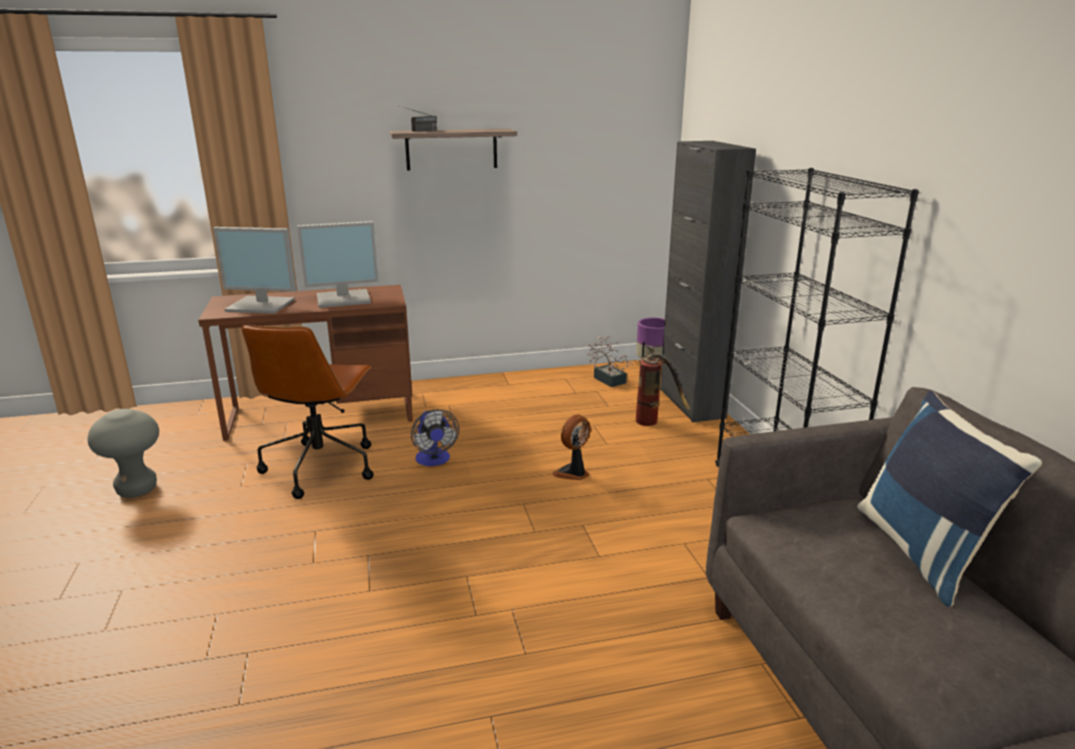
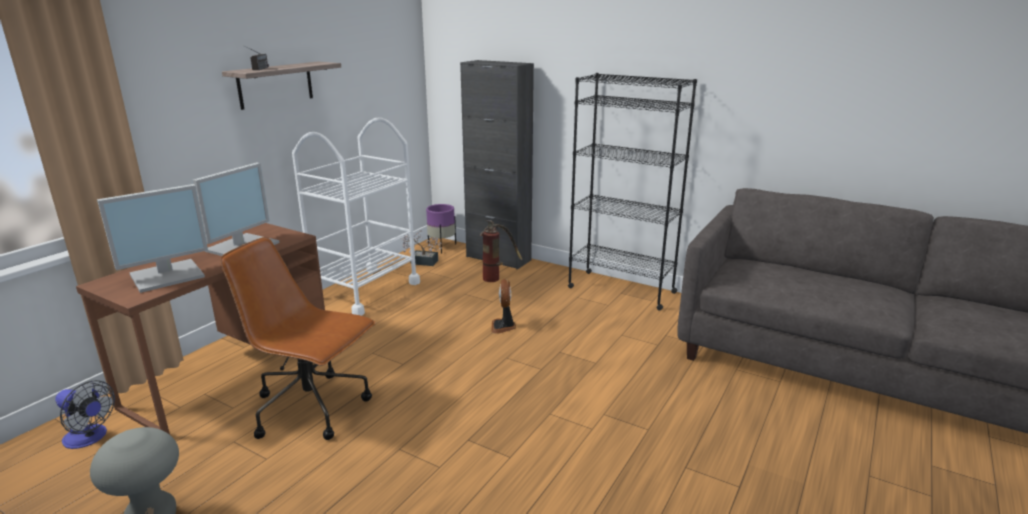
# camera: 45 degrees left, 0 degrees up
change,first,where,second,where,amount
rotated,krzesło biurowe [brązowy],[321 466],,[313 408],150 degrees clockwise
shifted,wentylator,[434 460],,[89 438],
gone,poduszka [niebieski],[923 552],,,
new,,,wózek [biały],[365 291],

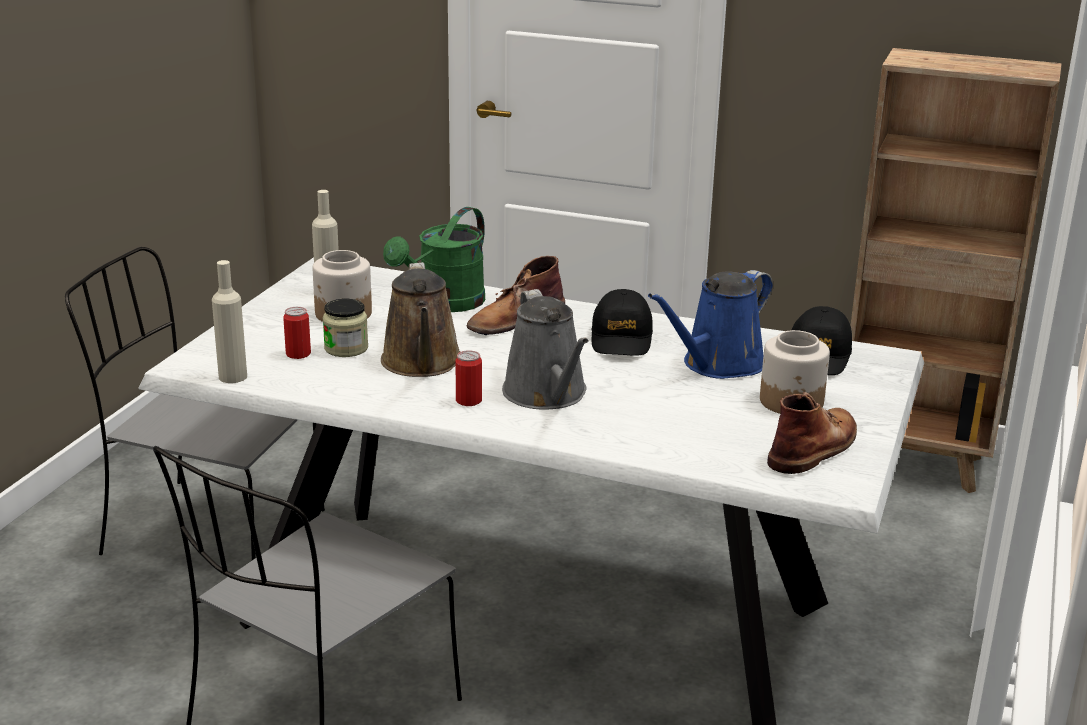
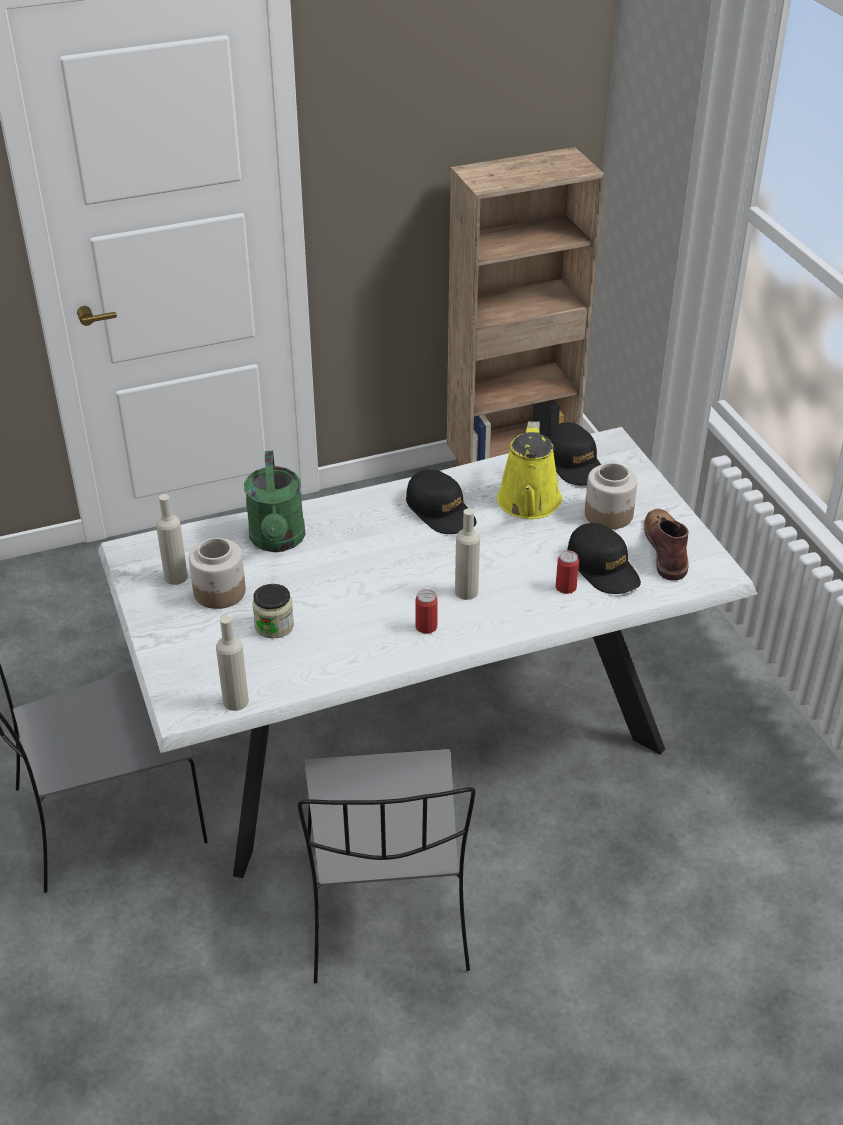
# camera: 40 degrees left, 15 degrees up
change,first,where,second,where,amount
shifted,puszka,[298 354],,[565 587],
gone,konewka [brązowy],[422 363],,,
gone,but z cholewką [brązowy],[514 319],,,
swapped,konewka [szary],[547 395],butelka [beżowy],[466 592],
repainted,konewka [niebieski],[718 365],konewka [żółty],[529 504],
new,,,czapka z daszkiem [czarny],[603 568],

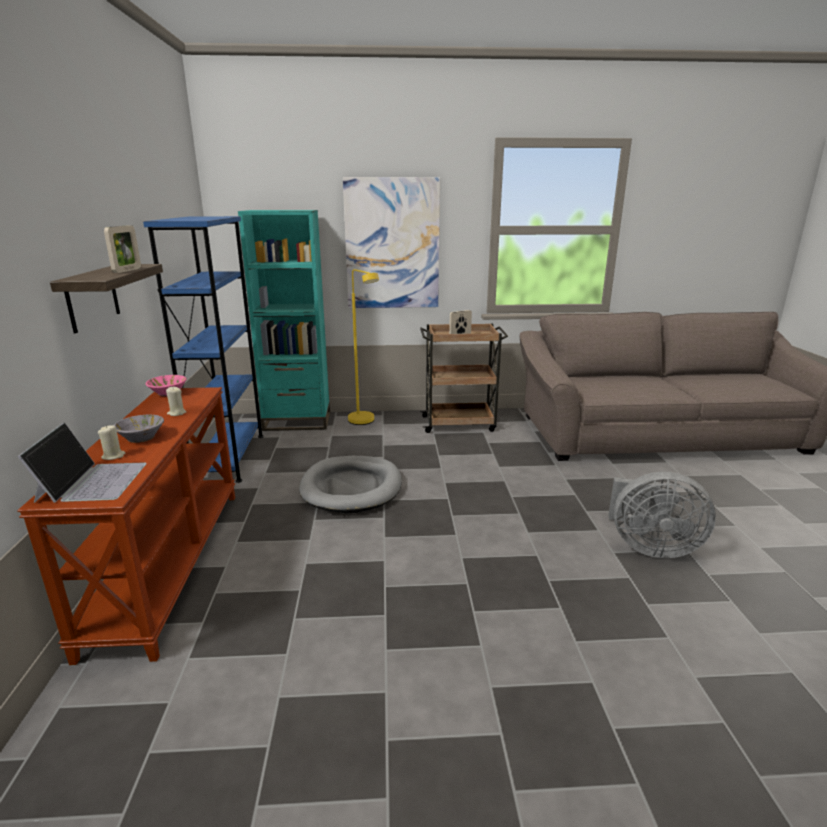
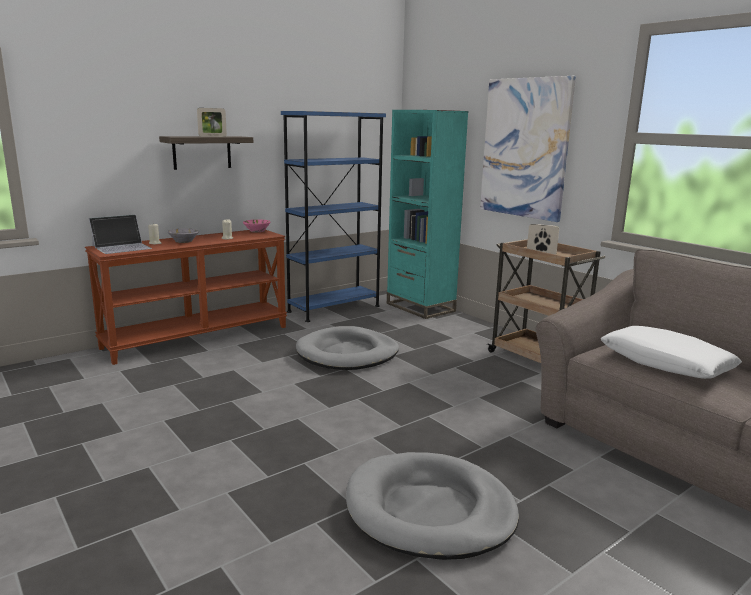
# camera: 55 degrees right, 5 degrees down
change,first,where,second,where,amount
gone,lampa stojąca [żółty],[364 422],,,
swapped,wentylator [szary],[650 546],legowisko [szary],[429 510],
new,,,poduszka [biały],[665 363],

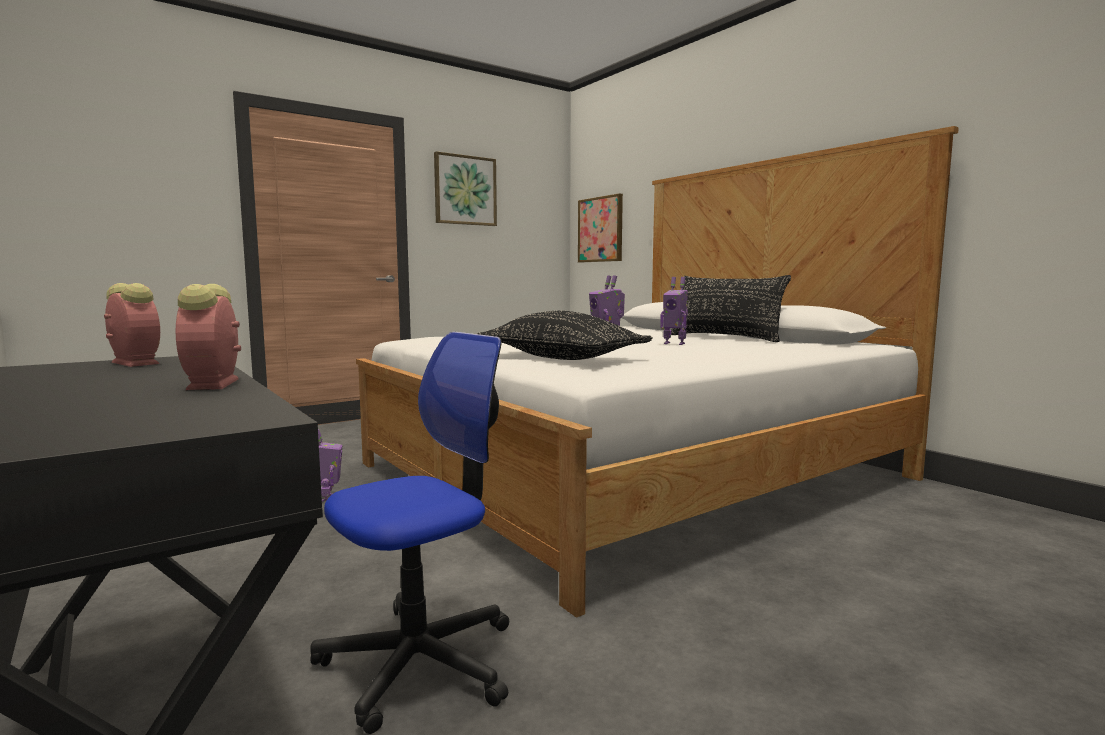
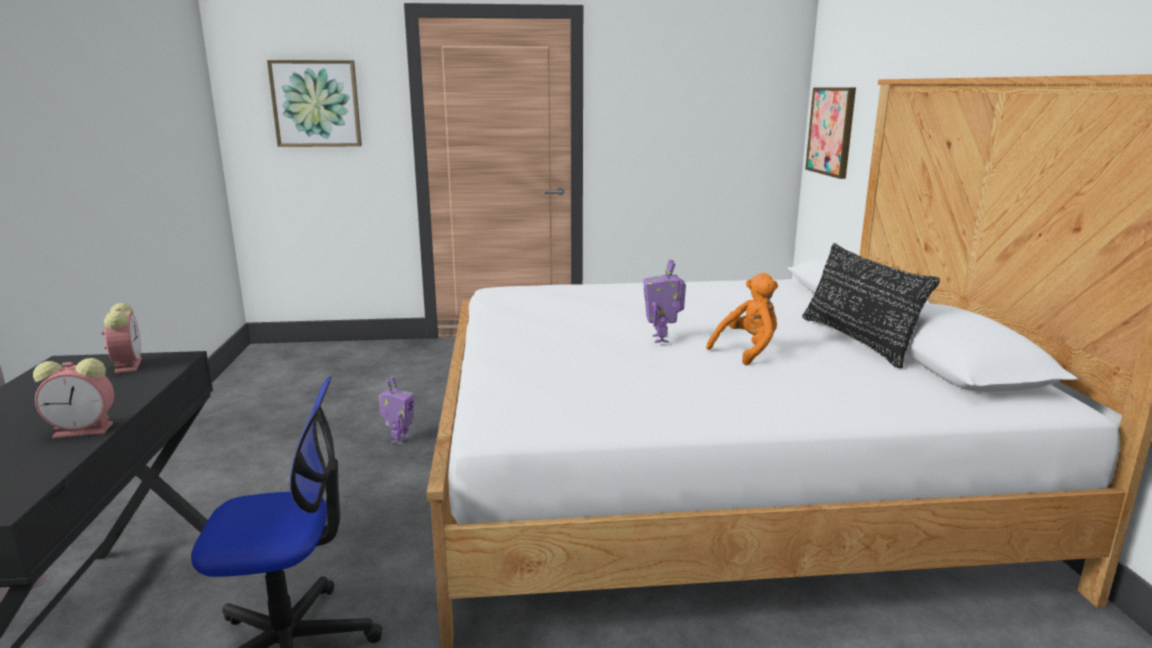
# camera: 30 degrees right, 10 degrees up
change,first,where,second,where,amount
rotated,budzik,[213 384],,[86 429],120 degrees counterclockwise
shifted,obraz,[465 190],,[316 103],
gone,poduszka [czarny],[561 358],,,
swapped,robot zabawkowy,[674 343],pluszak [pomarańczowy],[747 350],

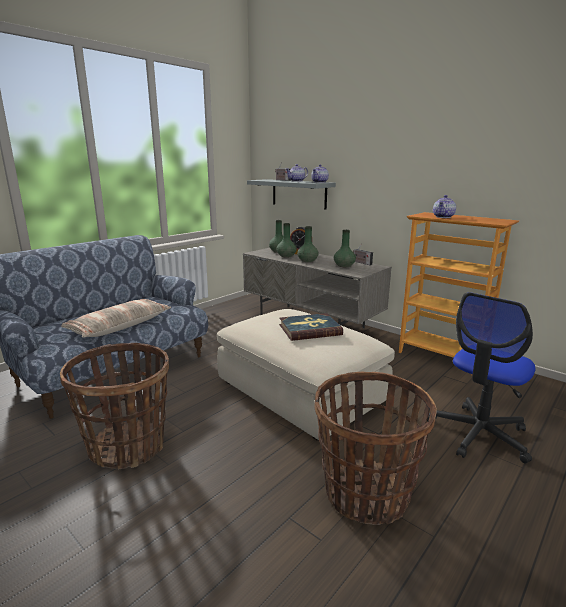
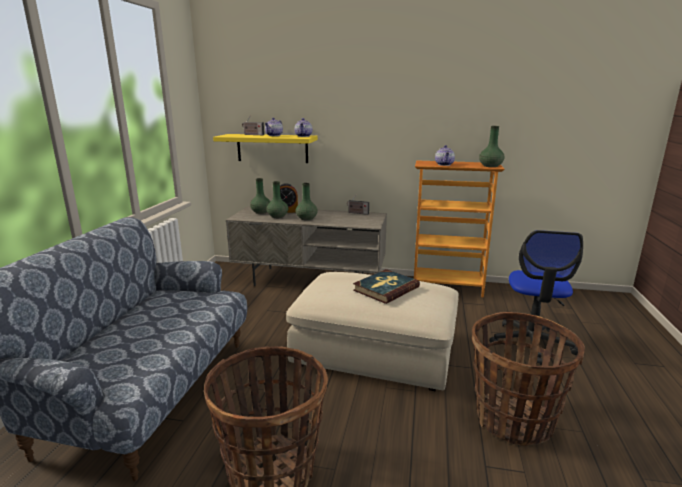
# camera: 30 degrees left, 0 degrees up
change,first,where,second,where,amount
gone,poduszka,[119 326],,,
repainted,półka [szary],[299 193],półka [żółty],[272 148],
shifted,wazon [zielony],[344 265],,[490 166],

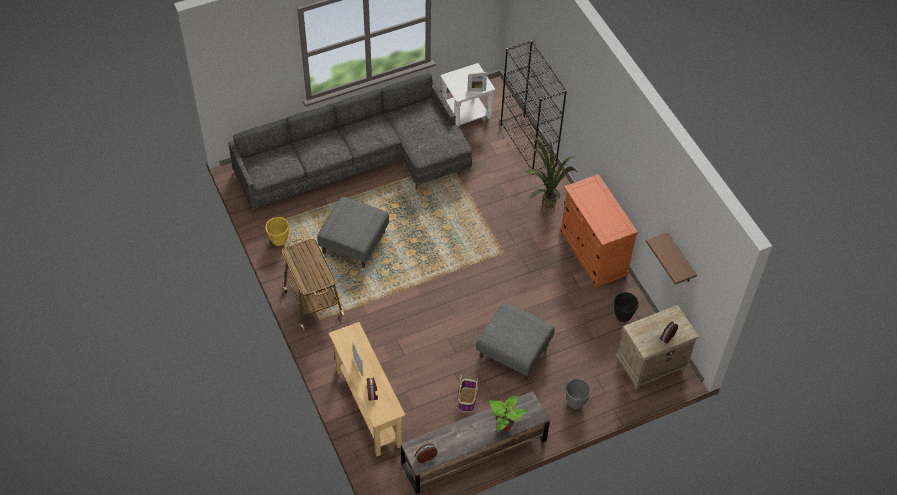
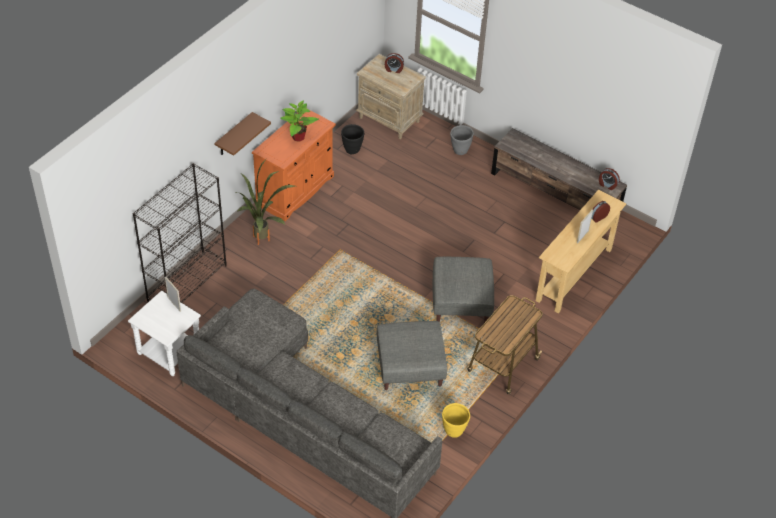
# camera: 120 degrees left, 5 degrees down
change,first,where,second,where,amount
gone,koszyk,[467 400],,,
shifted,pufa [szary],[513 351],,[461 302],
shifted,roślina doniczkowa,[504 425],,[298 137],
shifted,półka [brązowy],[680 259],,[234 135],

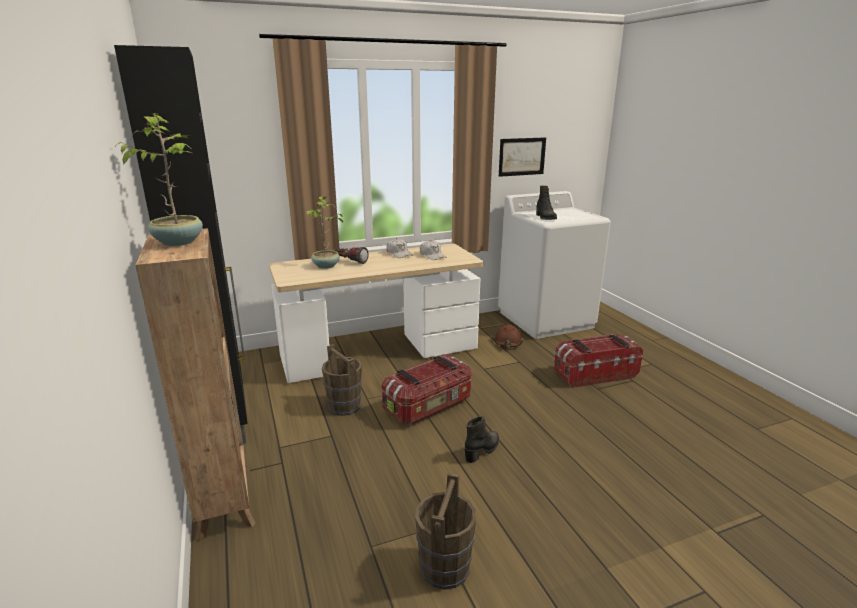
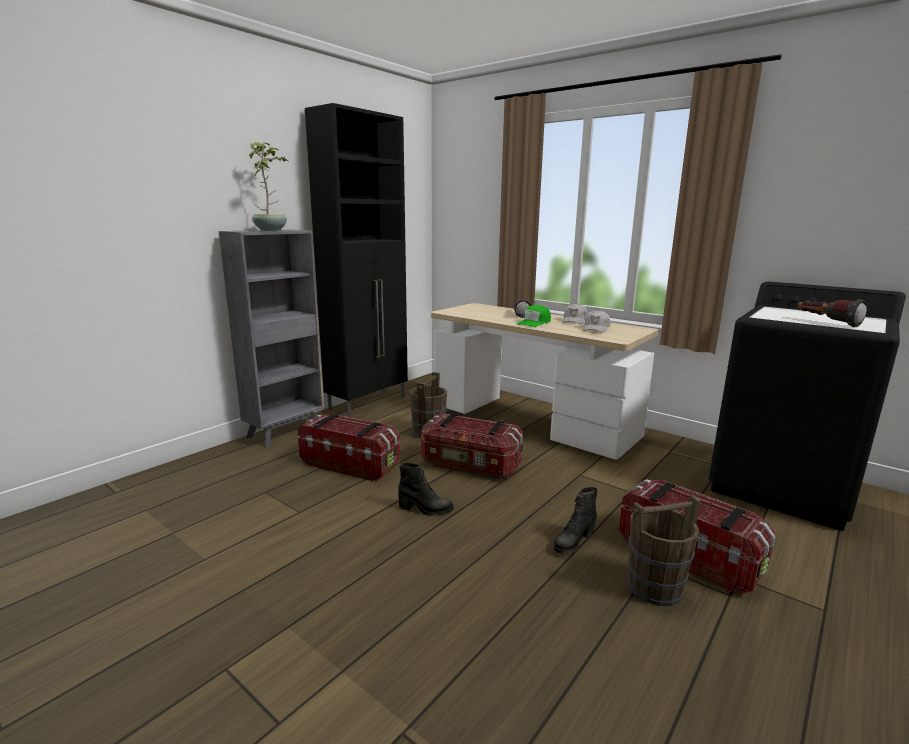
# camera: 60 degrees right, 5 degrees down
change,first,where,second,where,amount
repainted,regał [brązowy],[225 500],regał [szary],[286 432],
gone,roślina doniczkowa,[326 266],,,
shifted,wiadro [brązowy],[444 568],,[654 587],
gone,kask [brązowy],[508 342],,,
repainted,pralka [biały],[546 319],pralka [czarny],[783 487],
gone,obraz,[522 156],,,
shifted,but z cholewką [czarny],[545 218],,[573 542],
new,,,pojemnik do przechowywania,[351 464],
new,,,czapka z daszkiem [zielony],[534 323],
new,,,latarka,[826 322],

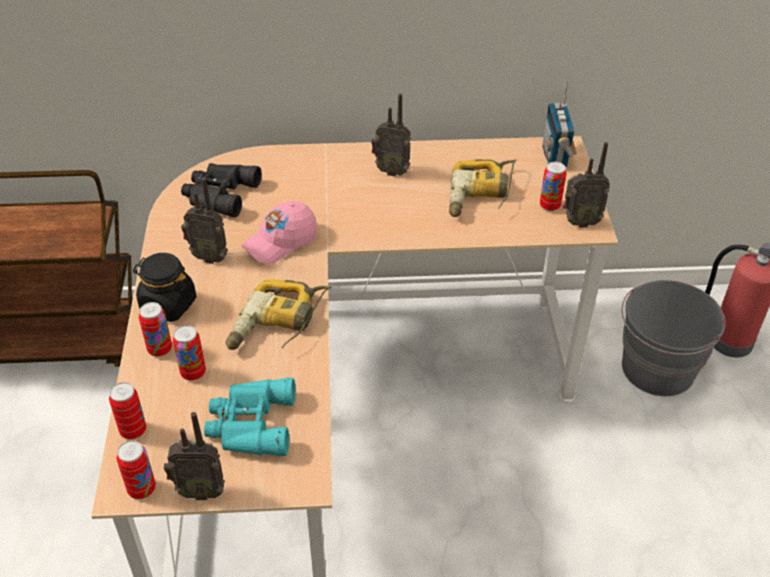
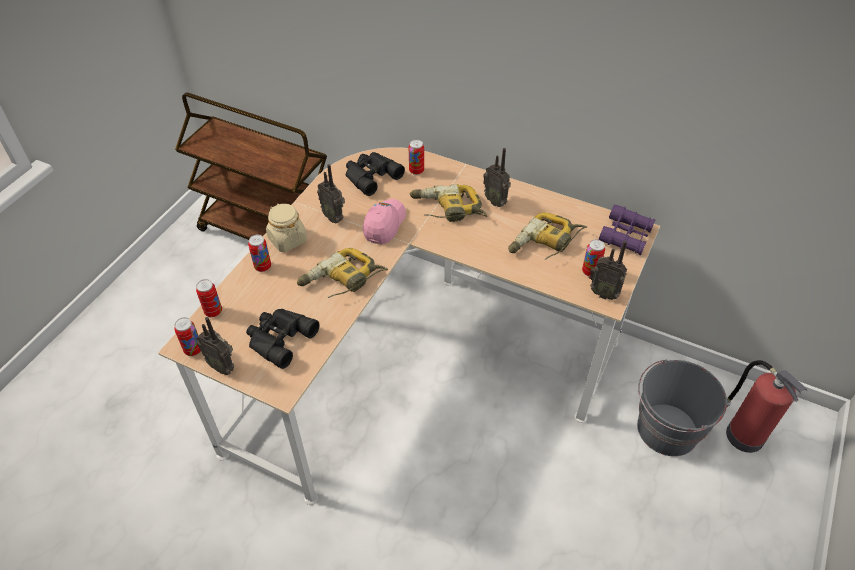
# camera: 30 degrees right, 5 degrees up
change,first,where,second,where,amount
repainted,słoik [czarny],[168 305],słoik [beżowy],[287 239],
shifted,puszka,[193 373],,[416 171],
repainted,lornetka [turkusowy],[250 424],lornetka [czarny],[279 338],
rotated,czapka z daszkiem [różowy],[280 242],,[384 224],120 degrees clockwise
swapped,radio,[555 157],lornetka [fioletowy],[626 235],
new,,,wiertarka,[447 209],

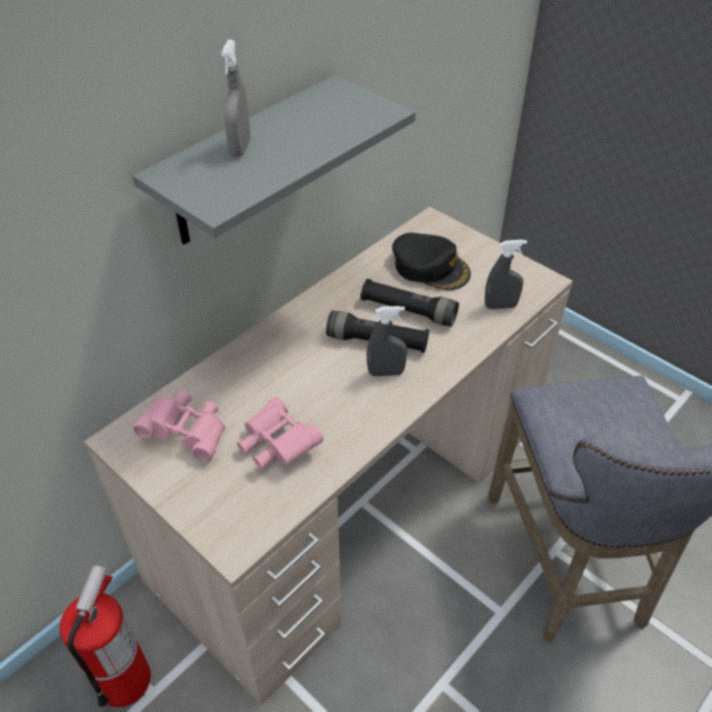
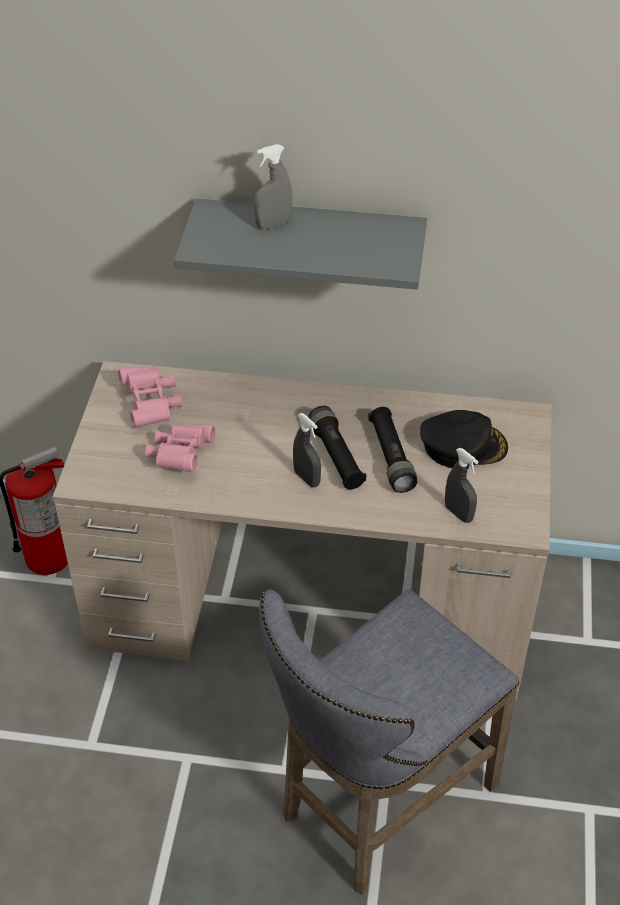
# camera: 55 degrees right, 0 degrees up
change,first,where,second,where,amount
rotated,czapka z daszkiem [czarny],[430 267],,[463 445],90 degrees counterclockwise

